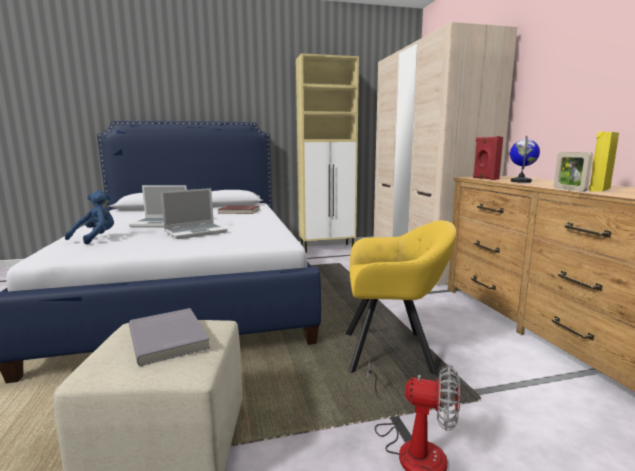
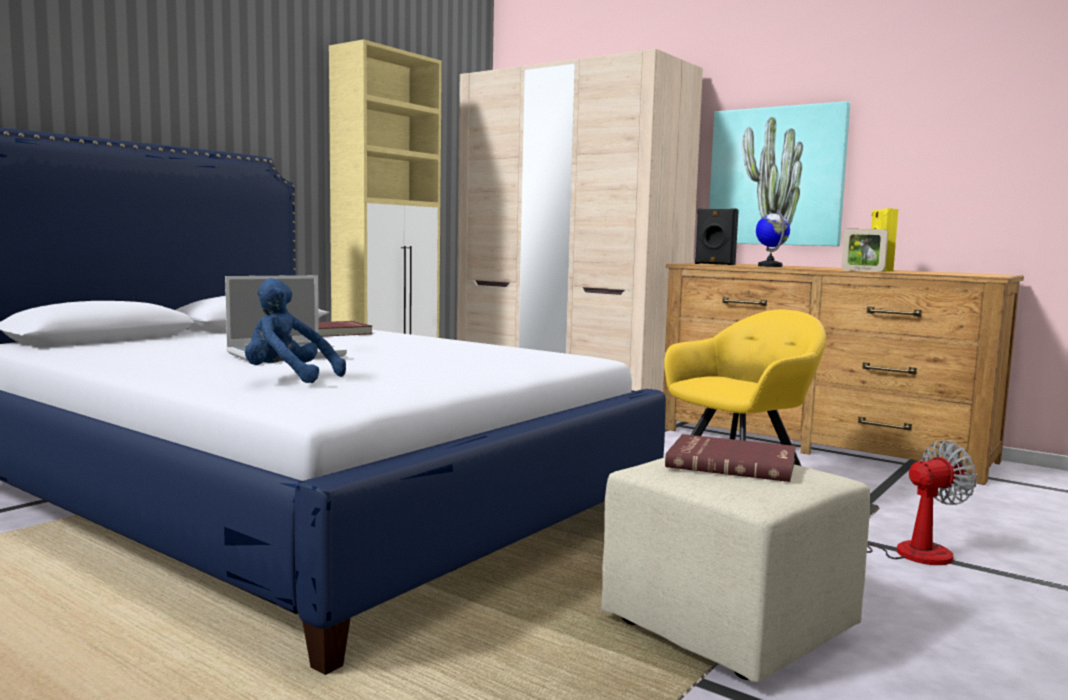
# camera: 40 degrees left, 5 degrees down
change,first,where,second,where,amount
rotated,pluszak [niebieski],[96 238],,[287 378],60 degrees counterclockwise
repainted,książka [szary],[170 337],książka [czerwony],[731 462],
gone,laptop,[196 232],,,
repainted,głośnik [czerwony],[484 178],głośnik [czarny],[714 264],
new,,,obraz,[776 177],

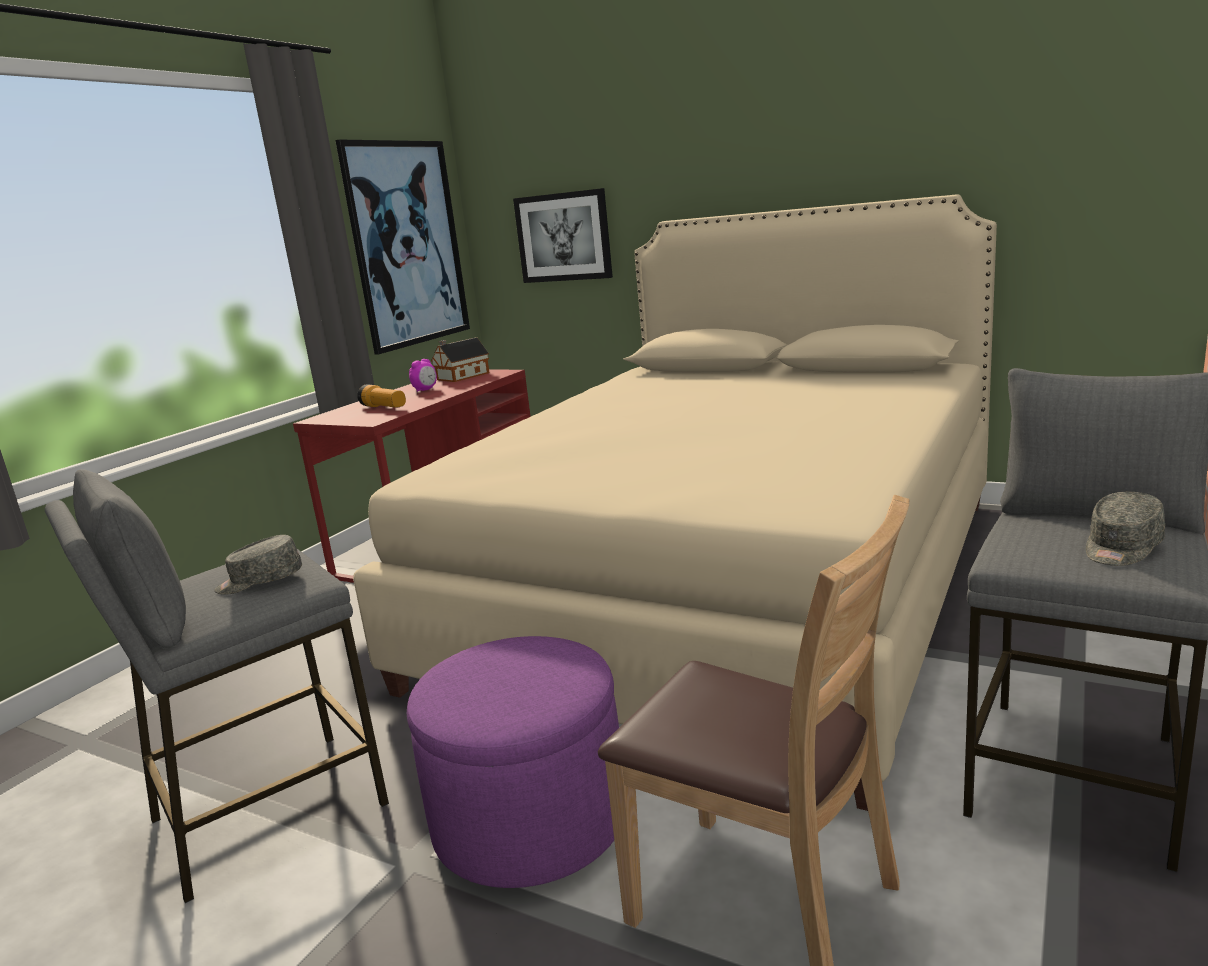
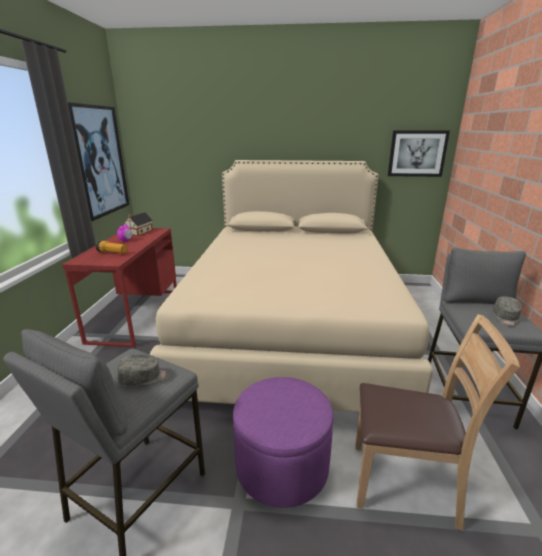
# camera: 25 degrees left, 5 degrees up
change,first,where,second,where,amount
rotated,czapka z daszkiem [szary],[260 581],,[144 378],150 degrees counterclockwise
shifted,obraz,[563 237],,[417 153],

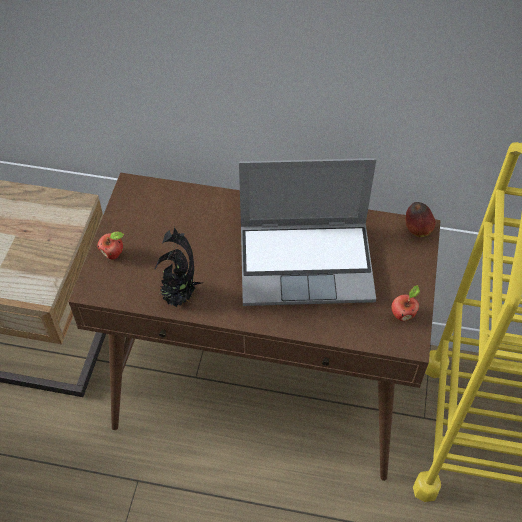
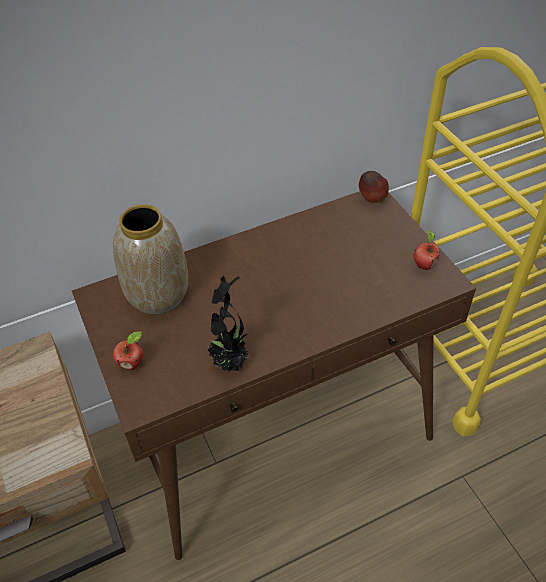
# camera: 35 degrees left, 5 degrees down
change,first,where,second,where,amount
gone,laptop,[307 263],,,
new,,,wazon,[159 294],

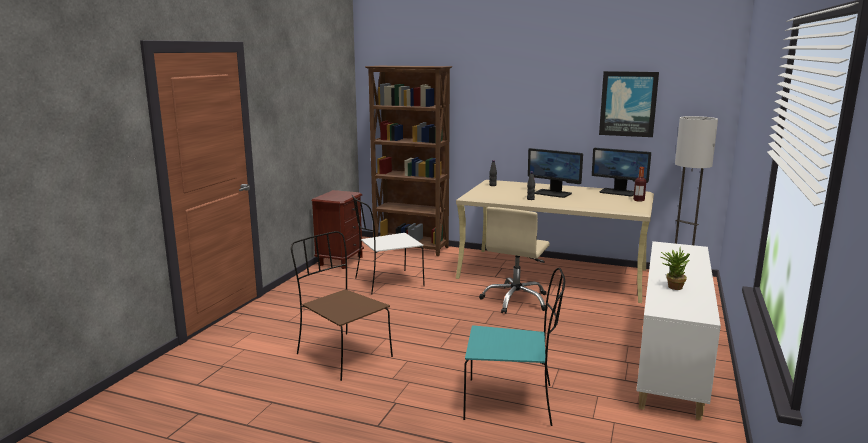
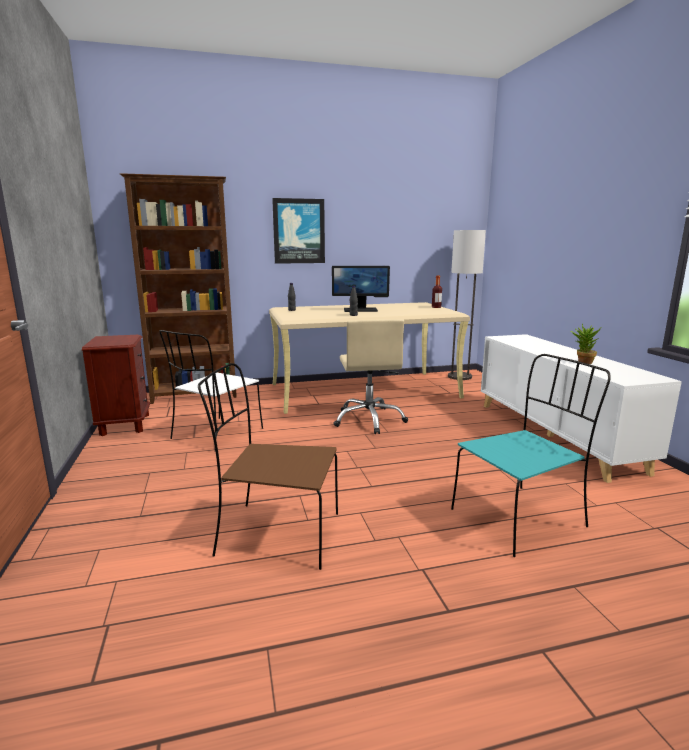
# camera: 35 degrees left, 0 degrees up
change,first,where,second,where,amount
gone,monitor,[618 192],,,
shifted,obraz,[628 104],,[299 231],

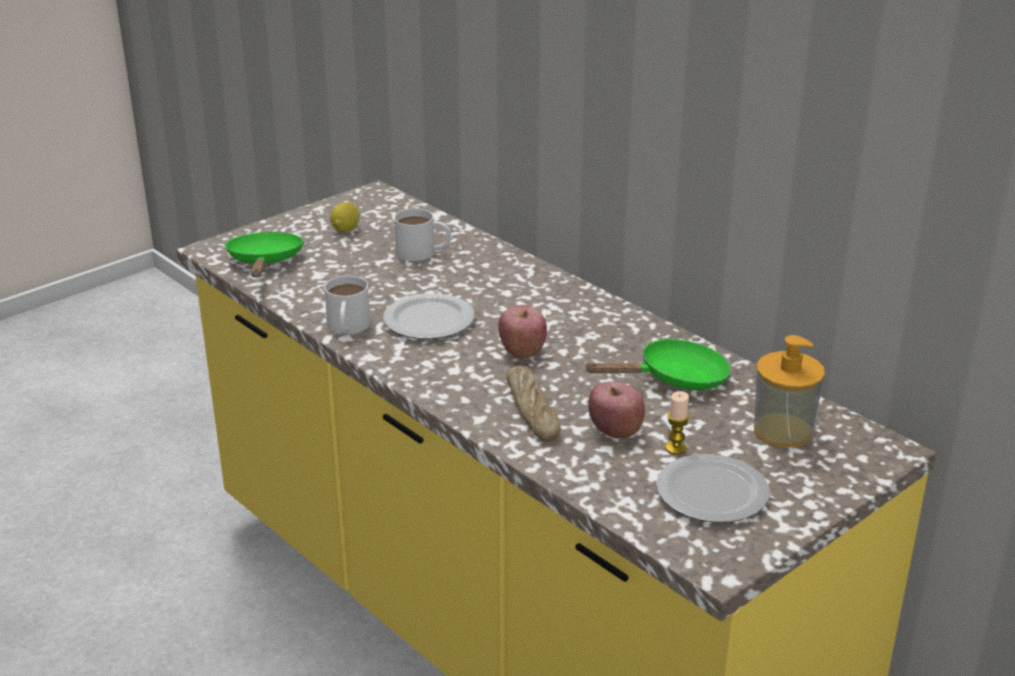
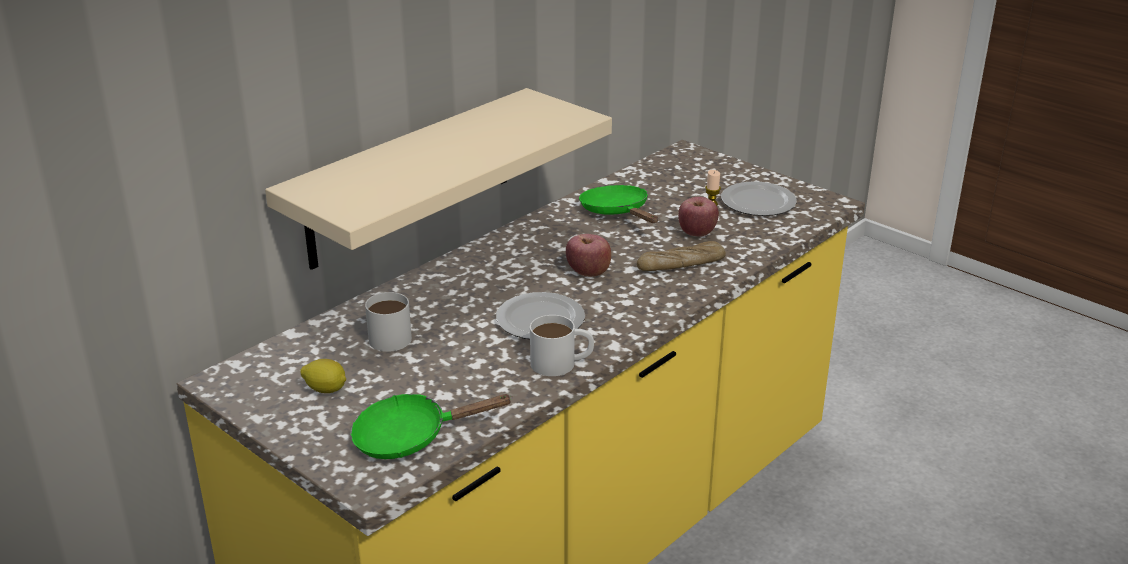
# camera: 95 degrees left, 0 degrees up
change,first,where,second,where,amount
gone,dozownik mydła,[782 430],,,
new,,,półka [beżowy],[410 178],

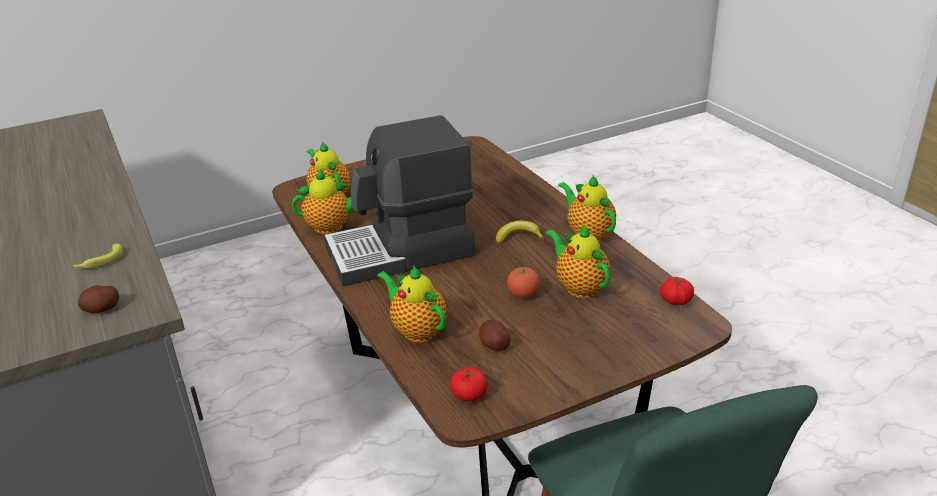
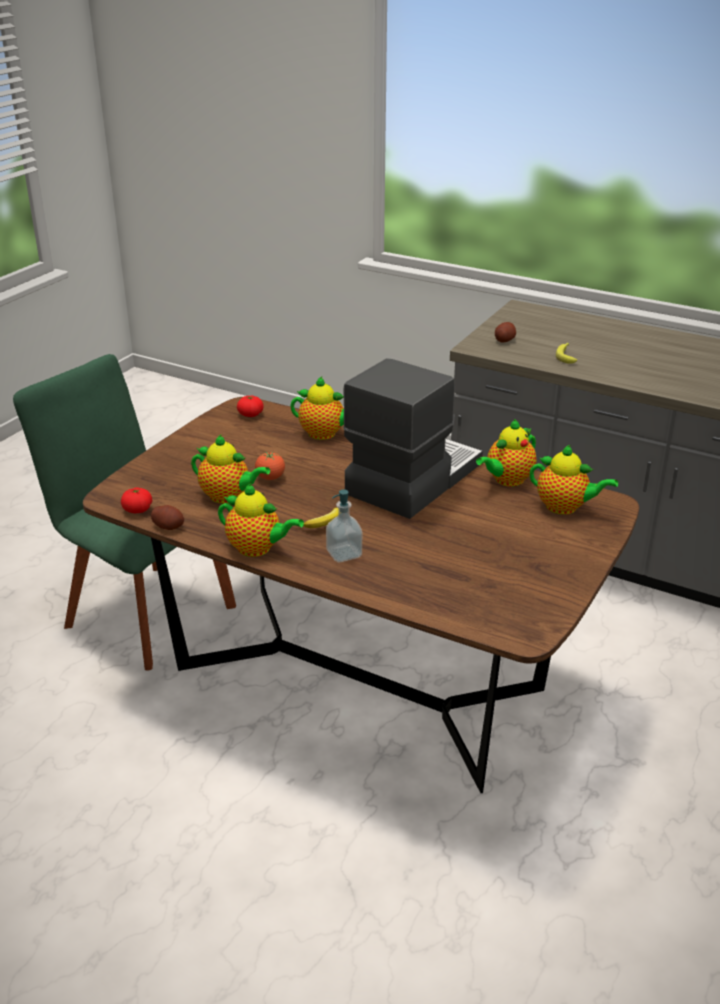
# camera: 145 degrees right, 0 degrees up
change,first,where,second,where,amount
shifted,ziemniak,[494 345],,[168 526],
new,,,dozownik mydła,[344 554],

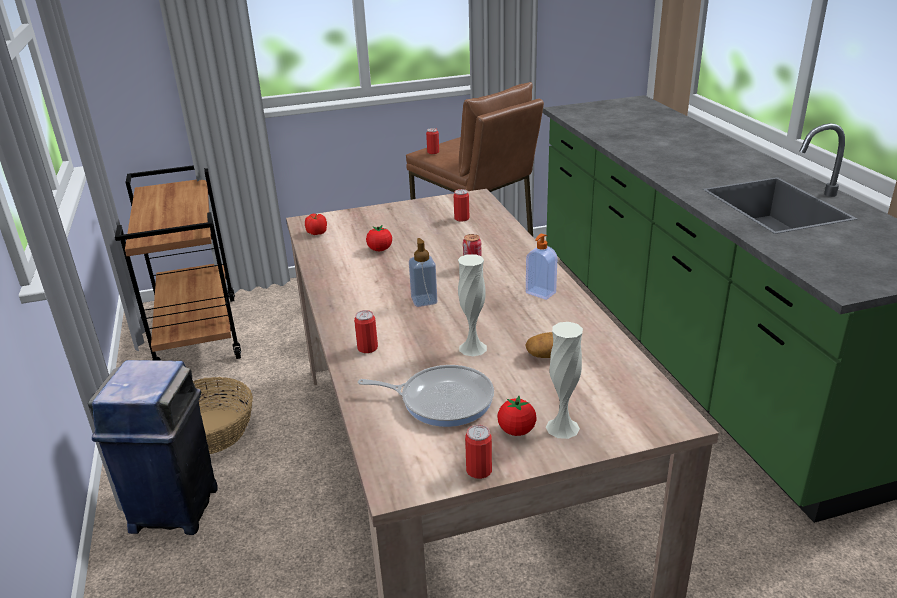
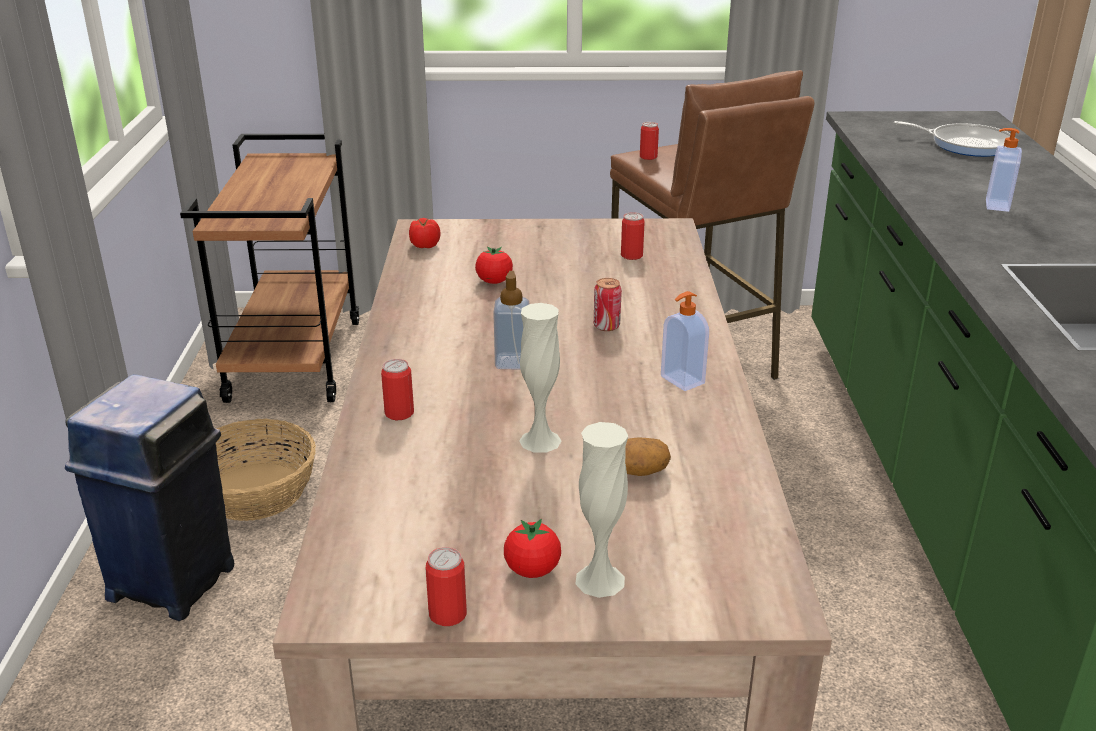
# camera: 15 degrees right, 0 degrees up
change,first,where,second,where,amount
shifted,patelnia,[442 400],,[966 145],
new,,,dozownik mydła,[995 205],

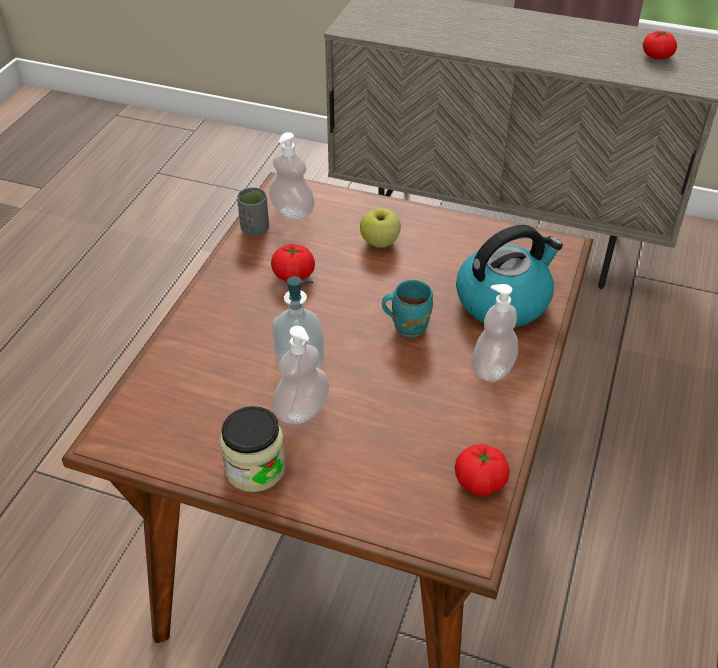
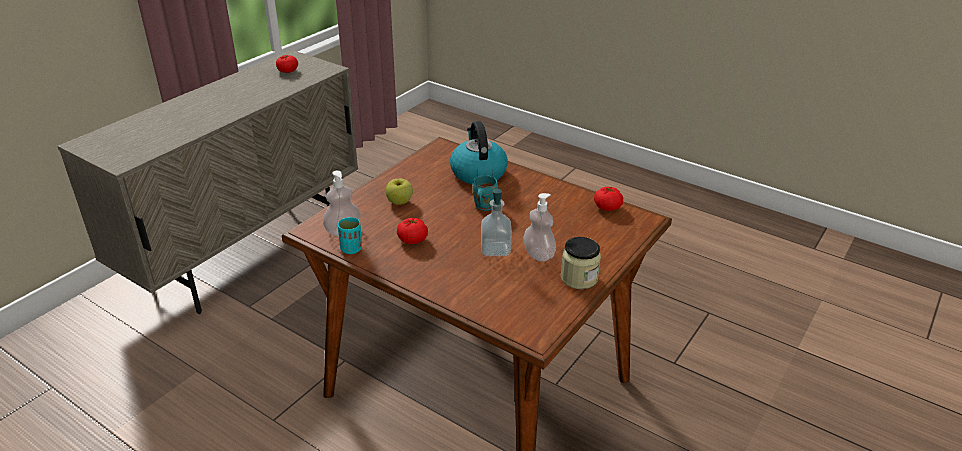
# camera: 75 degrees left, 10 degrees down
change,first,where,second,where,amount
repainted,filiżanka [szary],[255 229],filiżanka [turkusowy],[351 249],
gone,dozownik mydła,[493 368],,,

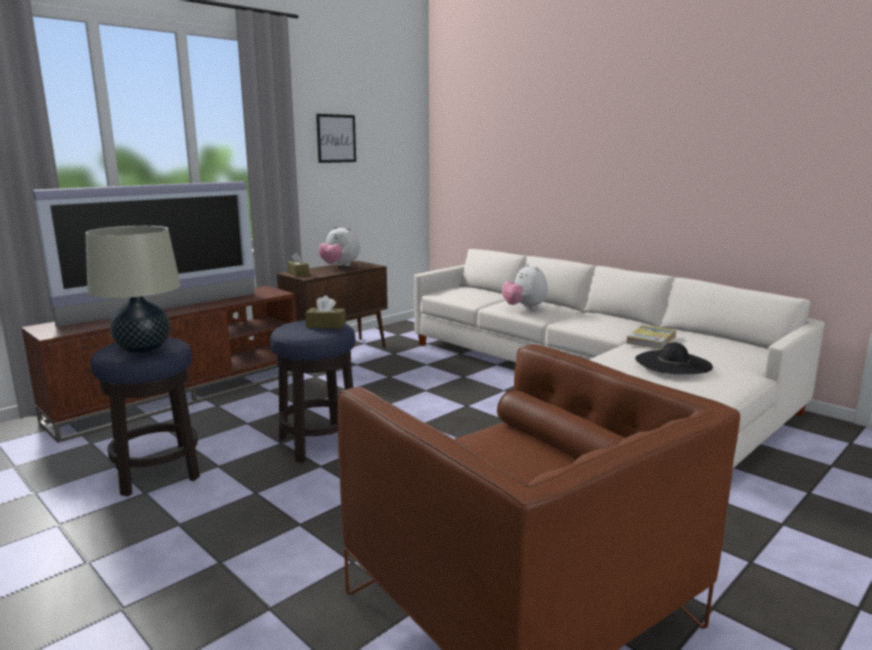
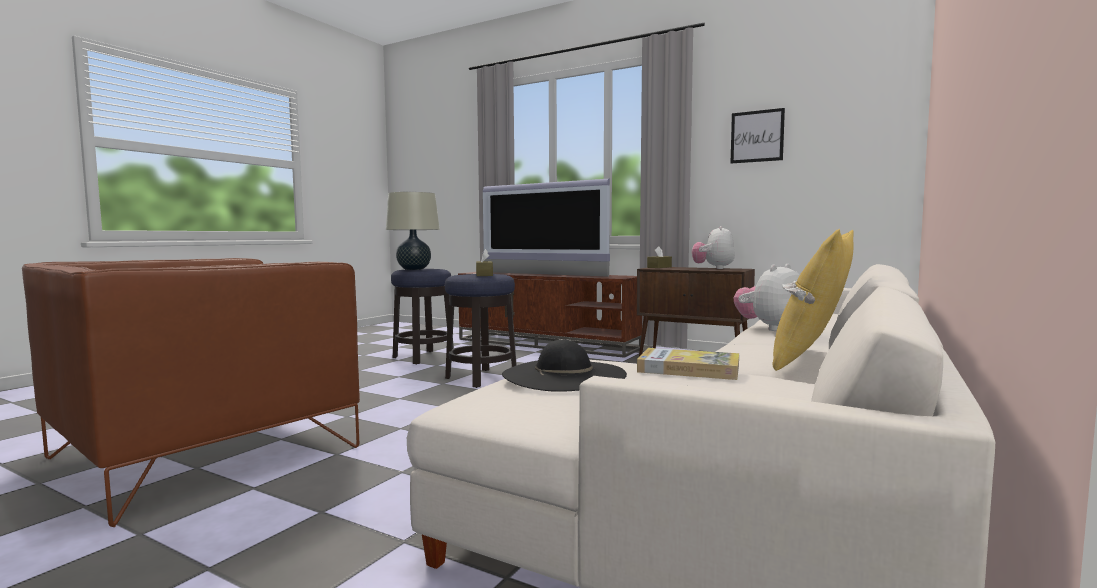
# camera: 75 degrees right, 10 degrees down
change,first,where,second,where,amount
new,,,poduszka [żółty],[813 360],

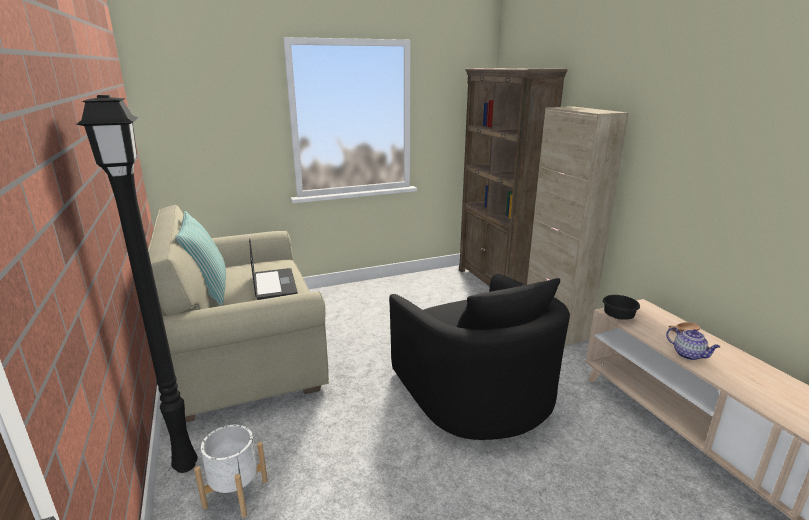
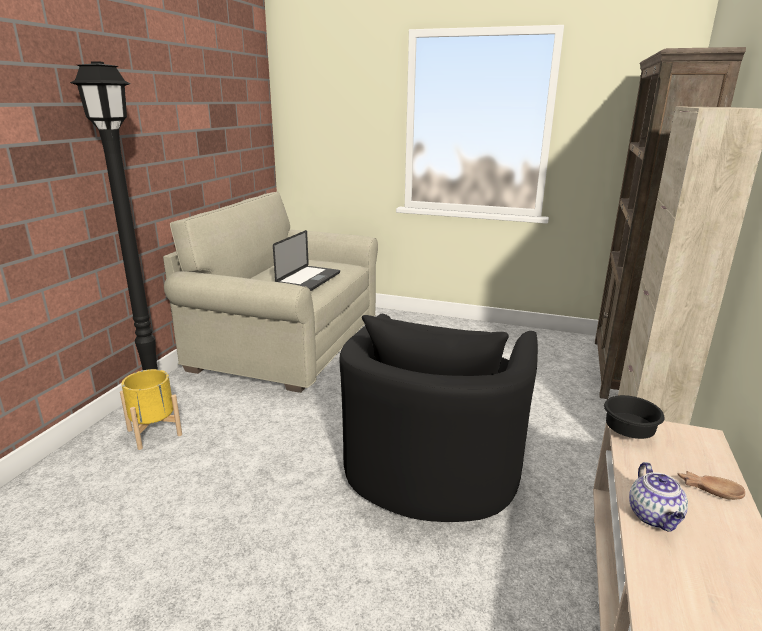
# camera: 40 degrees right, 0 degrees up
change,first,where,second,where,amount
gone,poduszka,[208 291],,,
repainted,donica [biały],[235 494],donica [żółty],[154 432],

